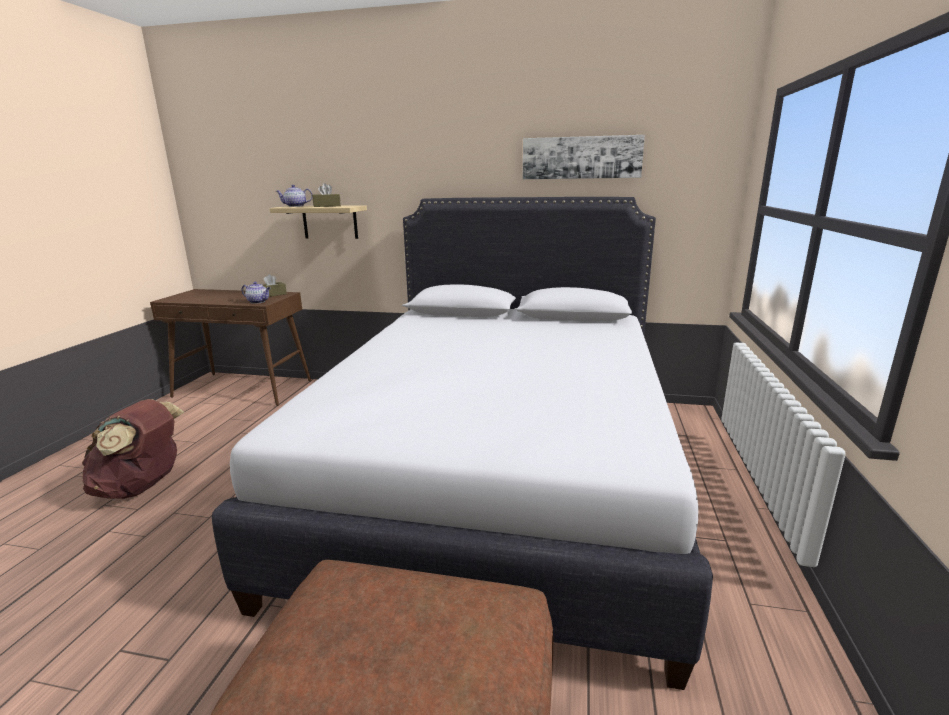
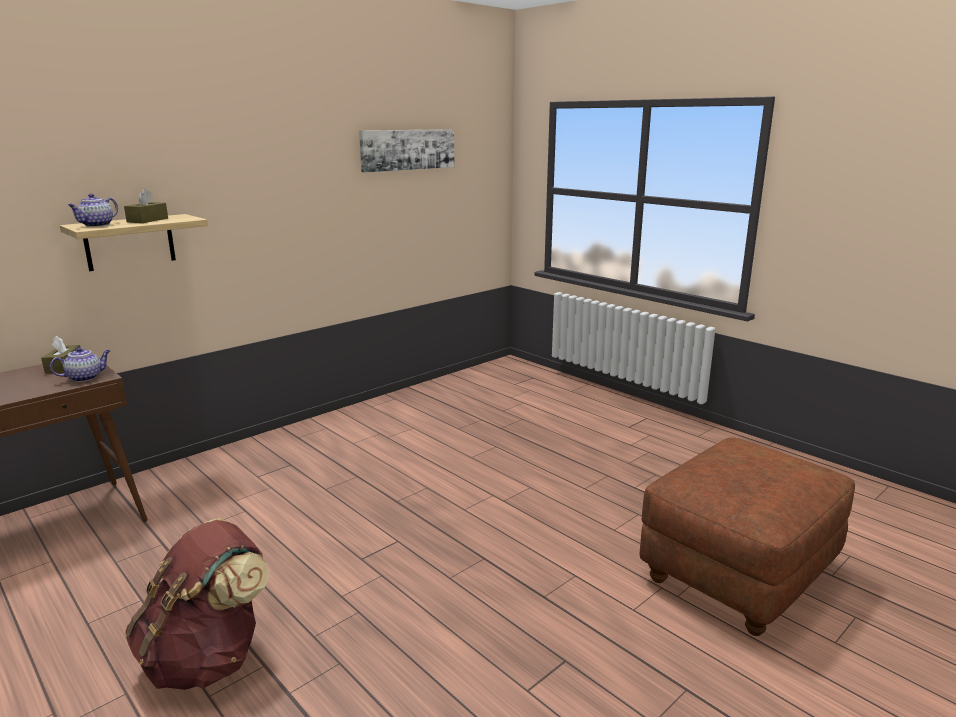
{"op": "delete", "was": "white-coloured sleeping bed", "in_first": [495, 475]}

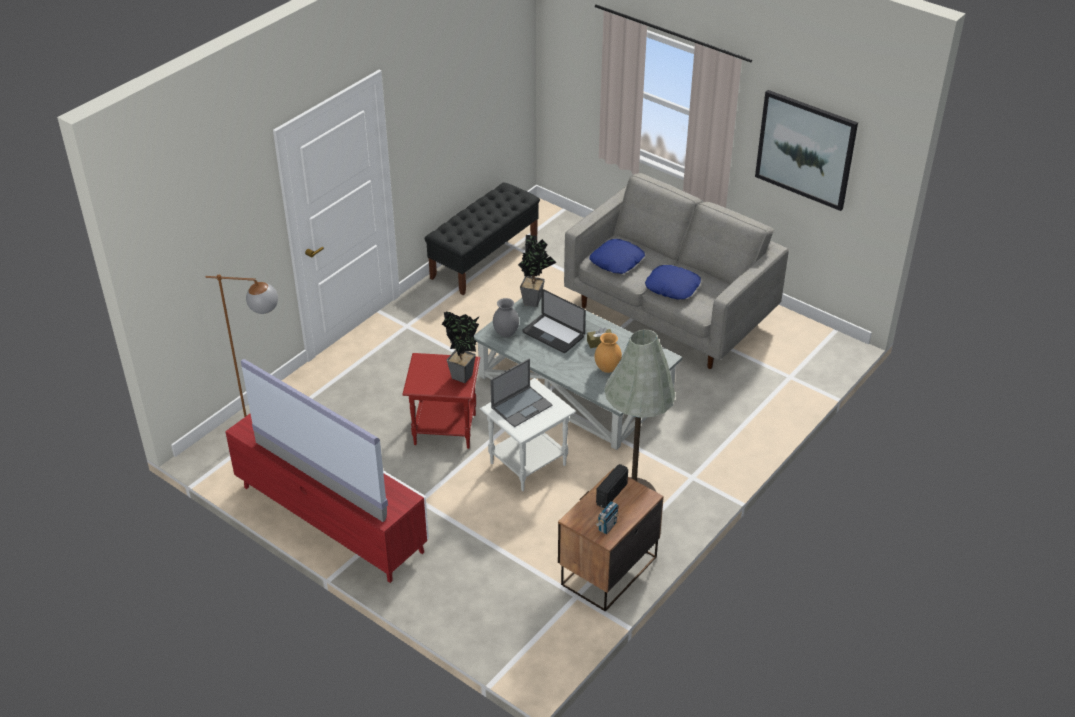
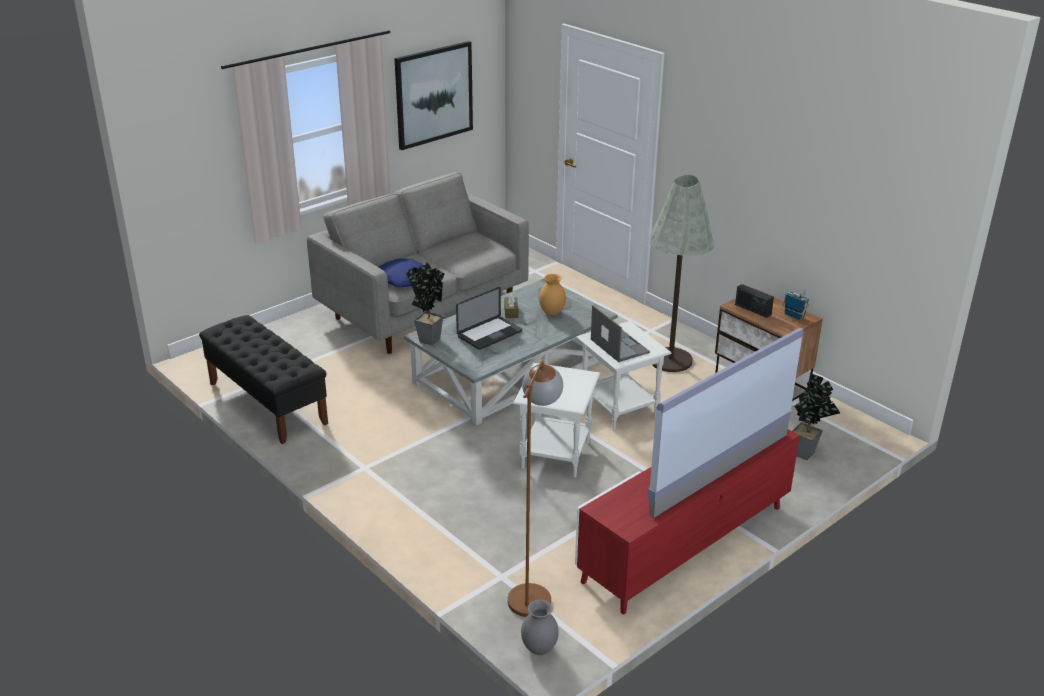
{"op": "delete", "was": "blue-coloured cushion", "in_first": [672, 287]}
{"op": "move", "was": "gray decorative vase", "in_first": [505, 333], "in_second": [538, 649]}
{"op": "move", "was": "potted plant", "in_first": [463, 378], "in_second": [806, 452]}
{"op": "recolor", "was": "red-coloured side table", "now": "white-coloured side table", "in_first": [444, 429], "in_second": [555, 455]}

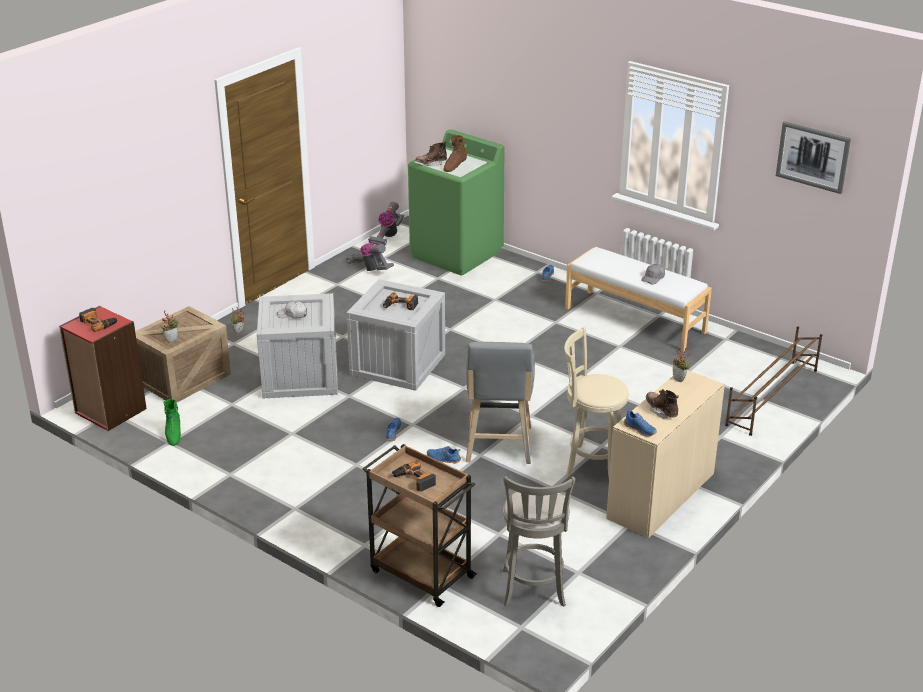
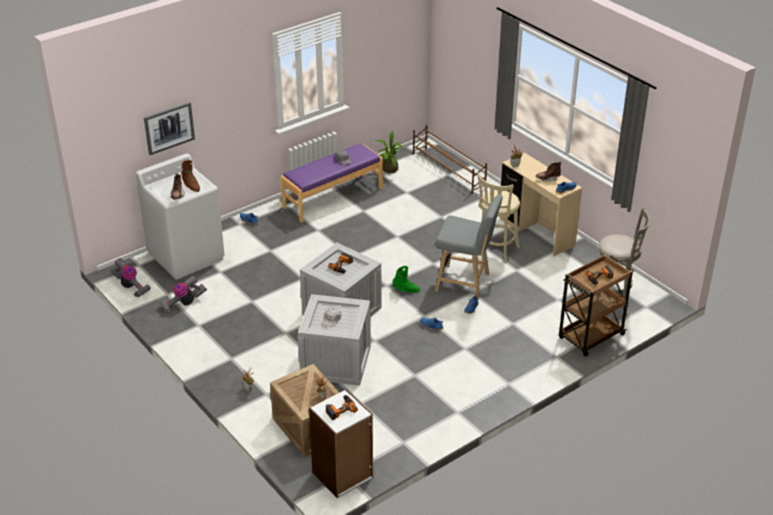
{"op": "move", "was": "picture", "in_first": [813, 157], "in_second": [169, 128]}
{"op": "recolor", "was": "greenish laundry machine", "now": "white-coloured laundry machine", "in_first": [457, 254], "in_second": [186, 256]}
{"op": "recolor", "was": "white-coloured long seat", "now": "purple long seat", "in_first": [635, 320], "in_second": [332, 197]}
{"op": "recolor", "was": "red-coloured bookcase", "now": "white-coloured bookcase", "in_first": [110, 411], "in_second": [343, 475]}
{"op": "move", "was": "greenish high-top boot", "in_first": [173, 435], "in_second": [406, 290]}
{"op": "insert", "now": "potted plant", "in_second": [389, 170]}

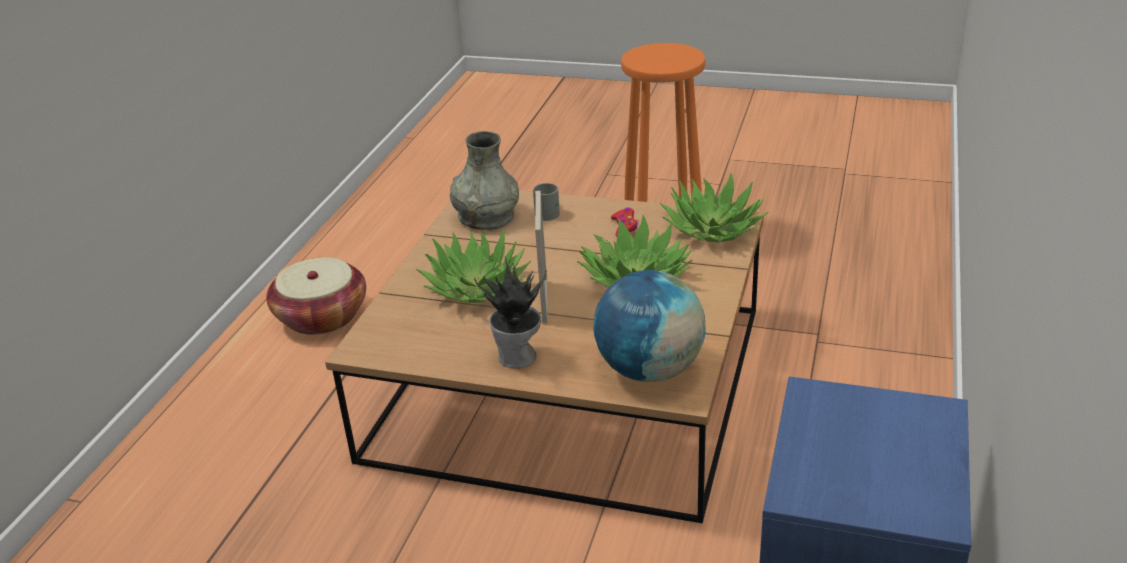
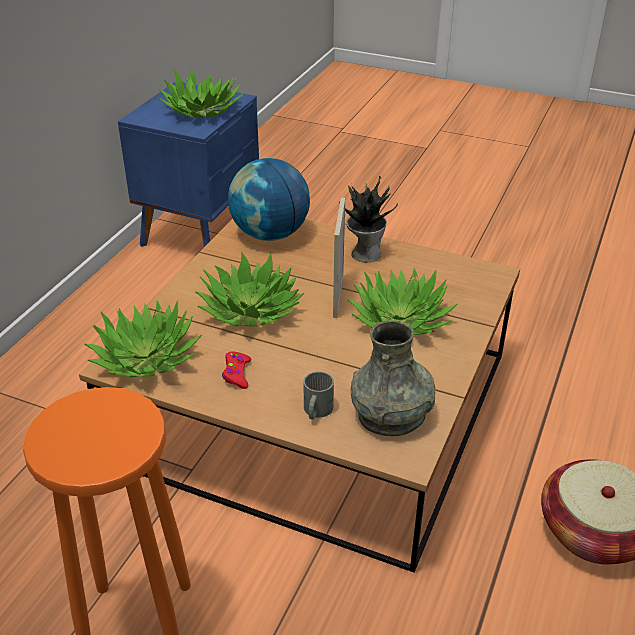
{"op": "insert", "now": "potted plant", "in_second": [202, 110]}

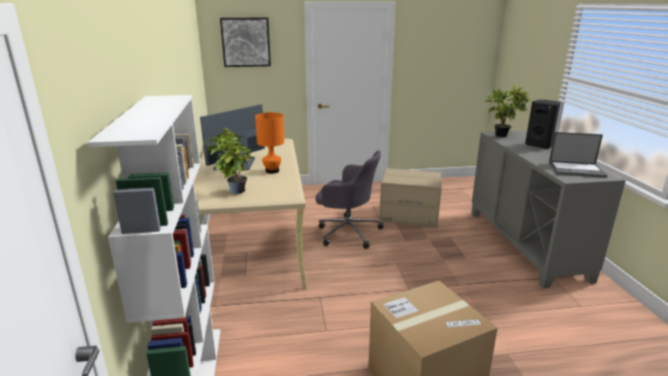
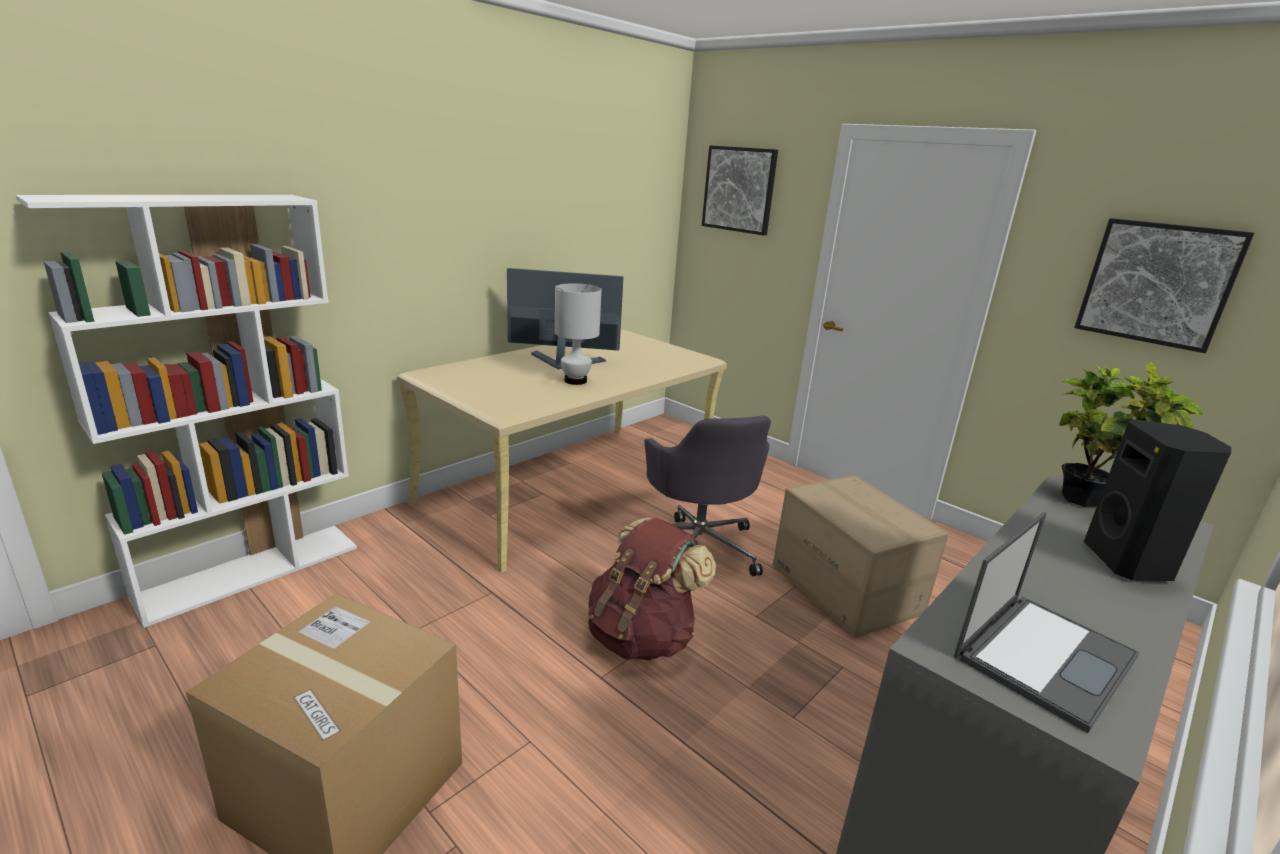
{"op": "recolor", "was": "orange-coloured table lamp", "now": "white-coloured table lamp", "in_first": [272, 171], "in_second": [575, 381]}
{"op": "delete", "was": "potted plant", "in_first": [233, 191]}
{"op": "rotate", "was": "notebook computer", "in_first": [577, 169], "in_second": [1045, 655], "clockwise": -105}
{"op": "insert", "now": "picture", "in_second": [1157, 283]}
{"op": "insert", "now": "brown knapsack", "in_second": [642, 637]}

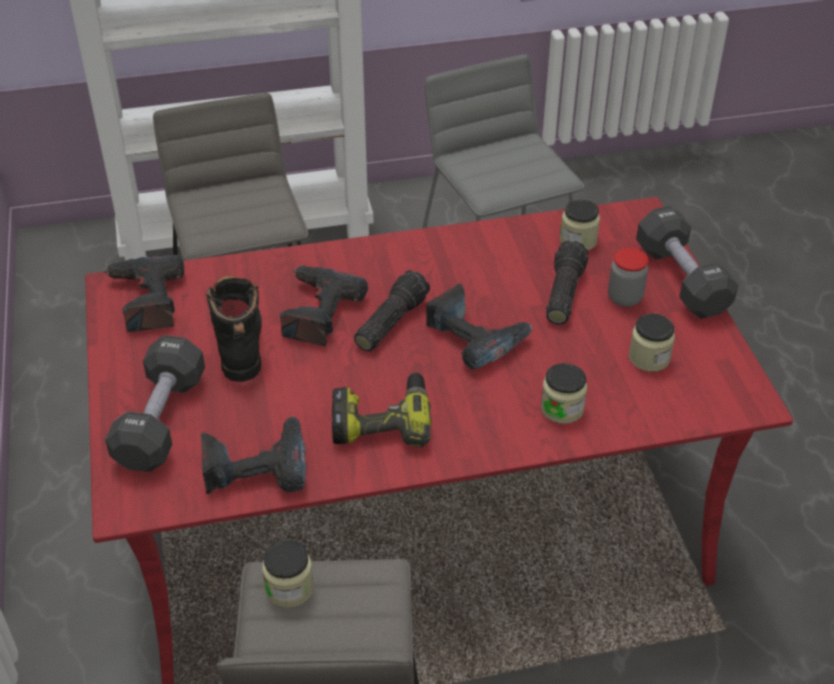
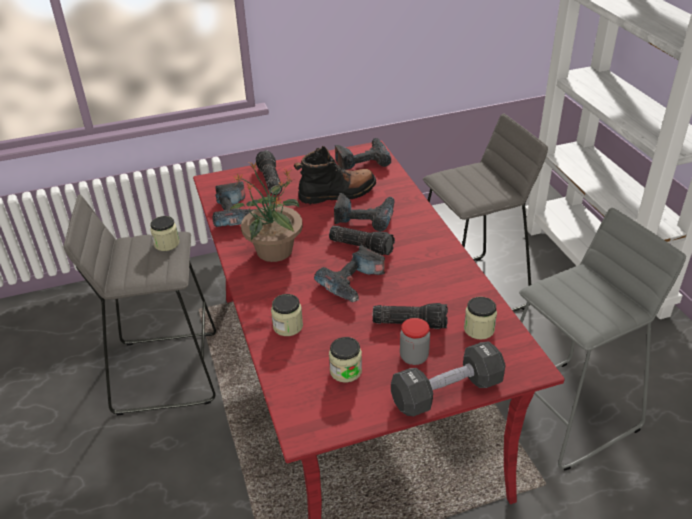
{"op": "replace", "was": "black dumbbell", "now": "flashlight", "in_first": [161, 420], "in_second": [269, 180]}
{"op": "replace", "was": "power drill", "now": "potted plant", "in_first": [382, 419], "in_second": [273, 251]}

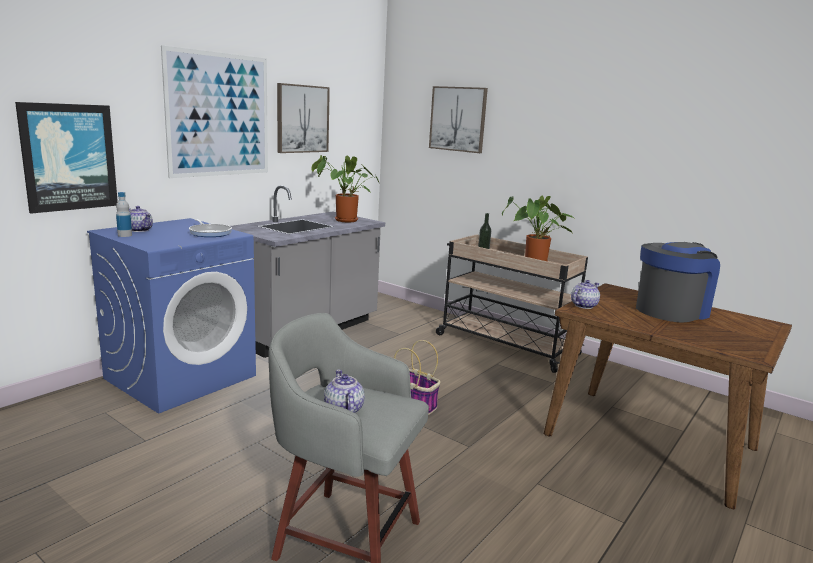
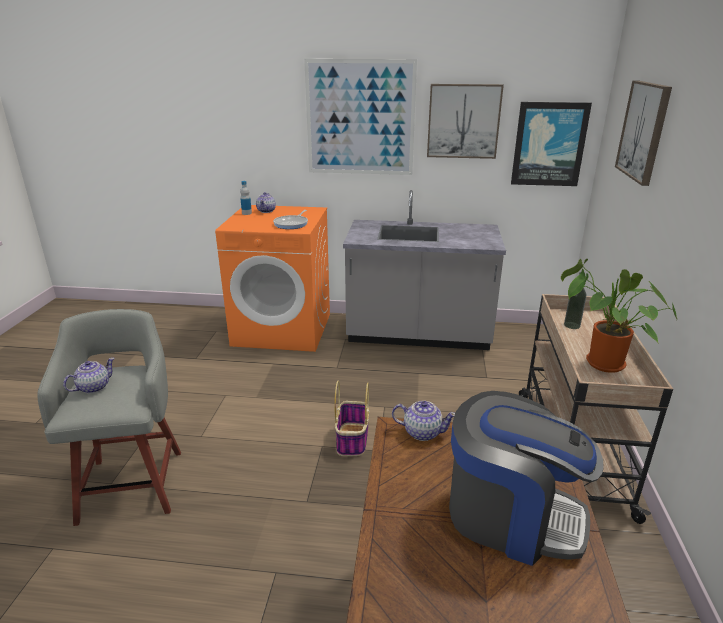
{"op": "move", "was": "picture", "in_first": [69, 157], "in_second": [549, 144]}
{"op": "delete", "was": "potted plant", "in_first": [343, 220]}
{"op": "recolor", "was": "blue-coloured laundry machine", "now": "orange-coloured laundry machine", "in_first": [181, 377], "in_second": [283, 329]}

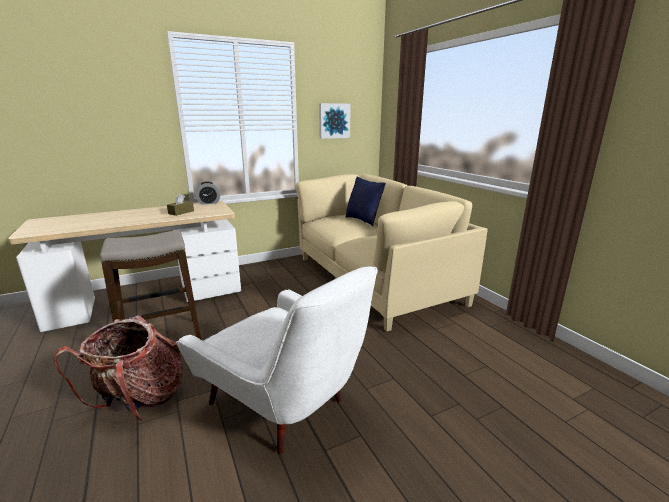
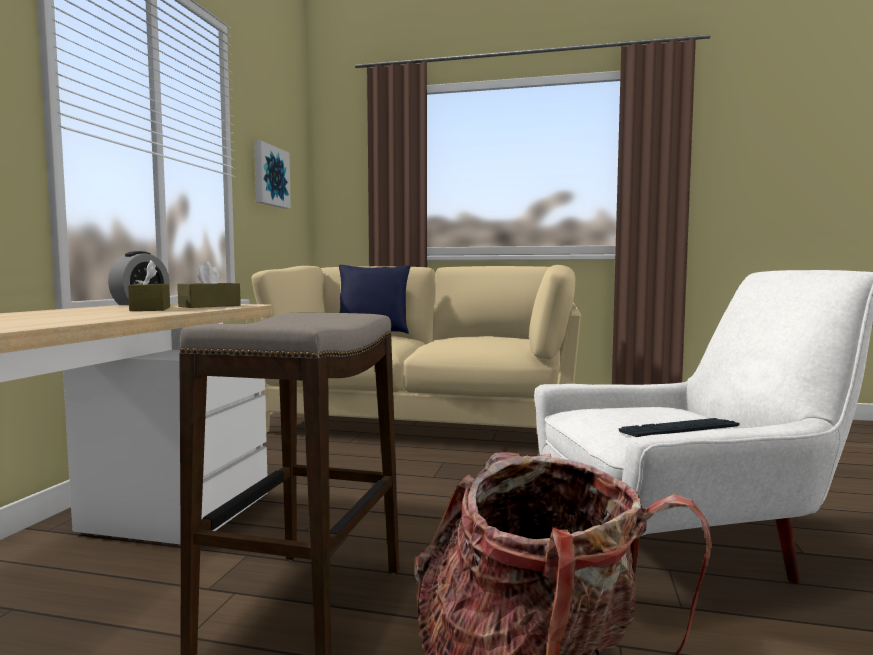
{"op": "insert", "now": "brown box of tissues", "in_second": [209, 306]}
{"op": "insert", "now": "PC keyboard", "in_second": [679, 430]}

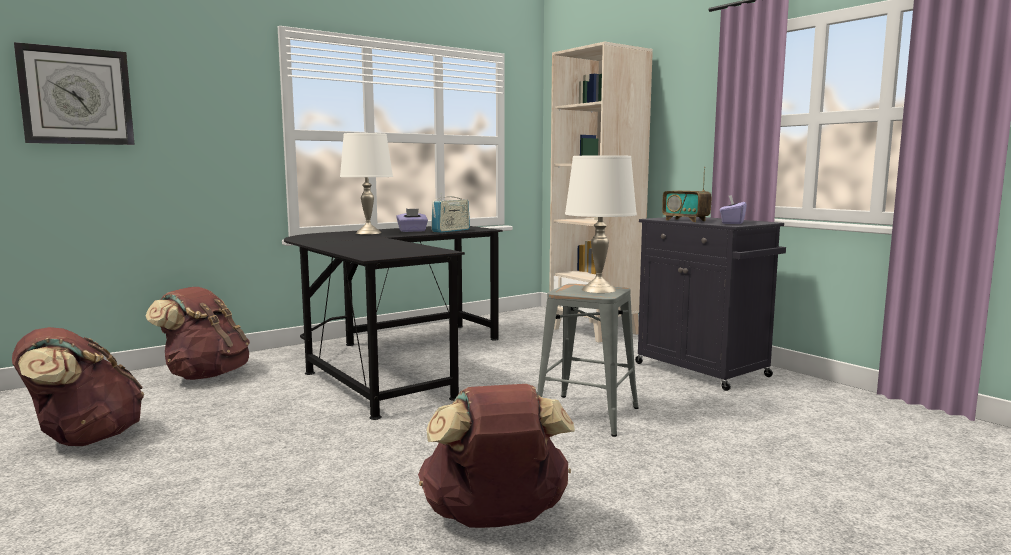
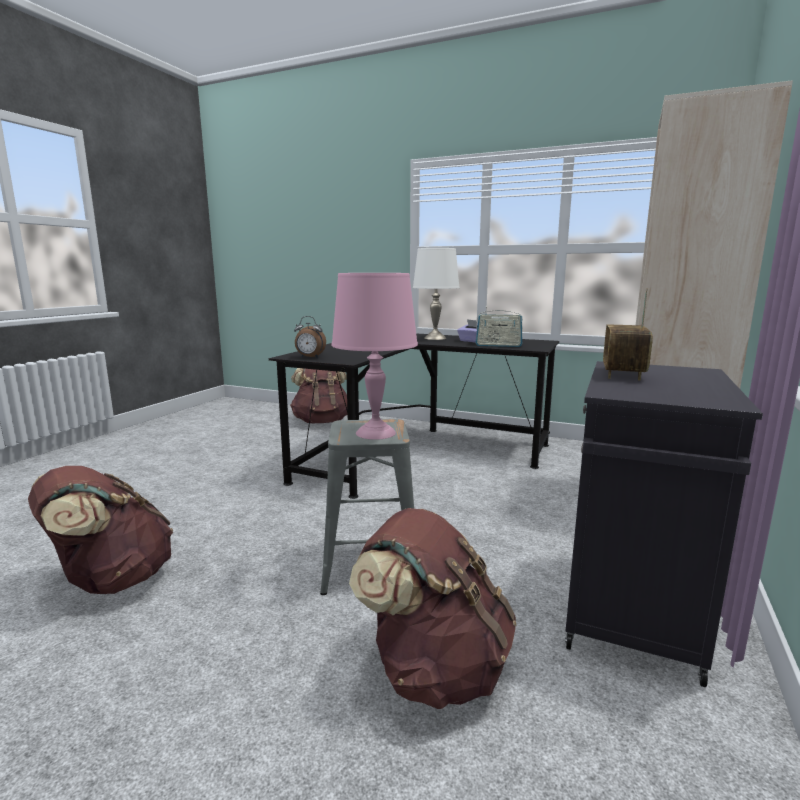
{"op": "delete", "was": "clock on the wall", "in_first": [76, 96]}
{"op": "recolor", "was": "white-coloured table lamp", "now": "pink table lamp", "in_first": [599, 290], "in_second": [375, 433]}
{"op": "delete", "was": "purple box of tissues", "in_first": [732, 223]}
{"op": "move", "was": "brown knapsack", "in_first": [84, 439], "in_second": [434, 668]}
{"op": "insert", "now": "bedside clock", "in_second": [309, 357]}

